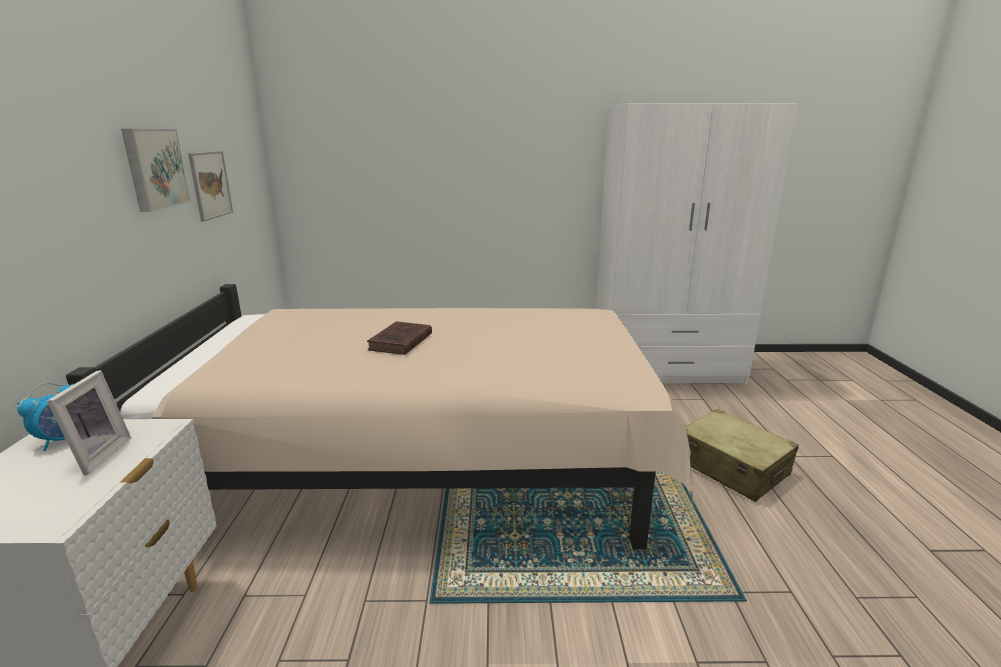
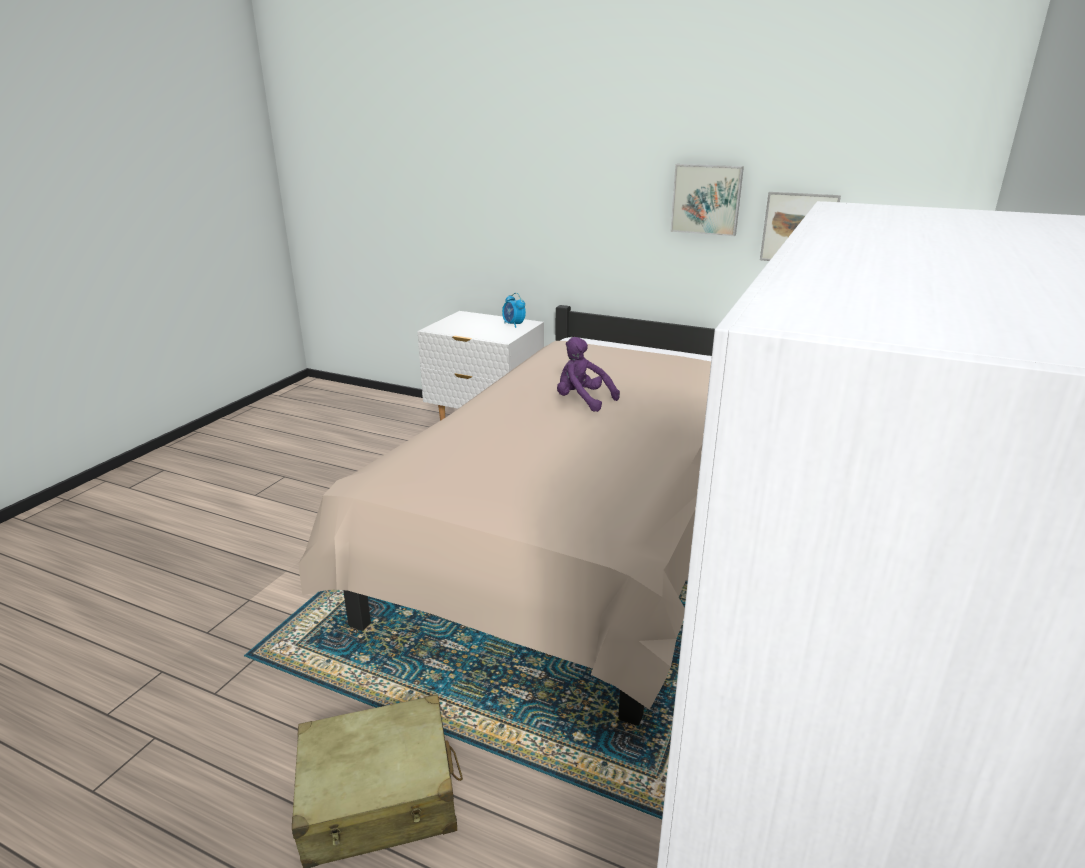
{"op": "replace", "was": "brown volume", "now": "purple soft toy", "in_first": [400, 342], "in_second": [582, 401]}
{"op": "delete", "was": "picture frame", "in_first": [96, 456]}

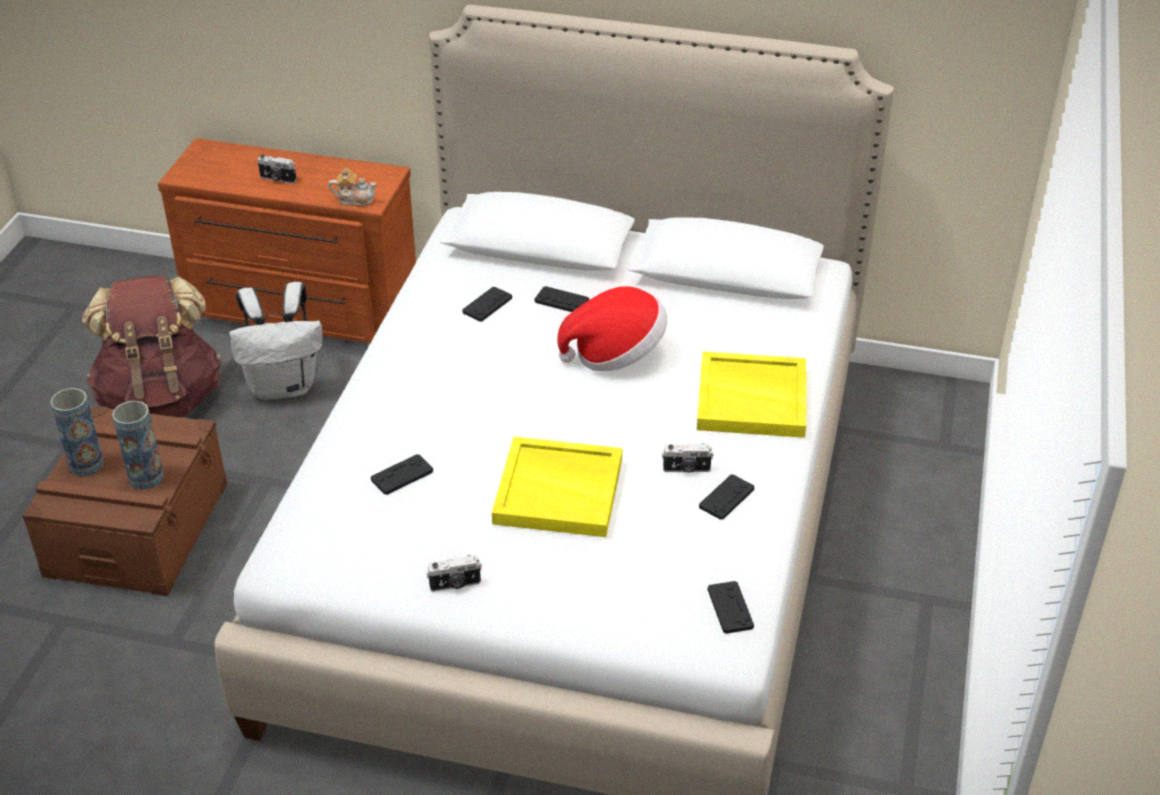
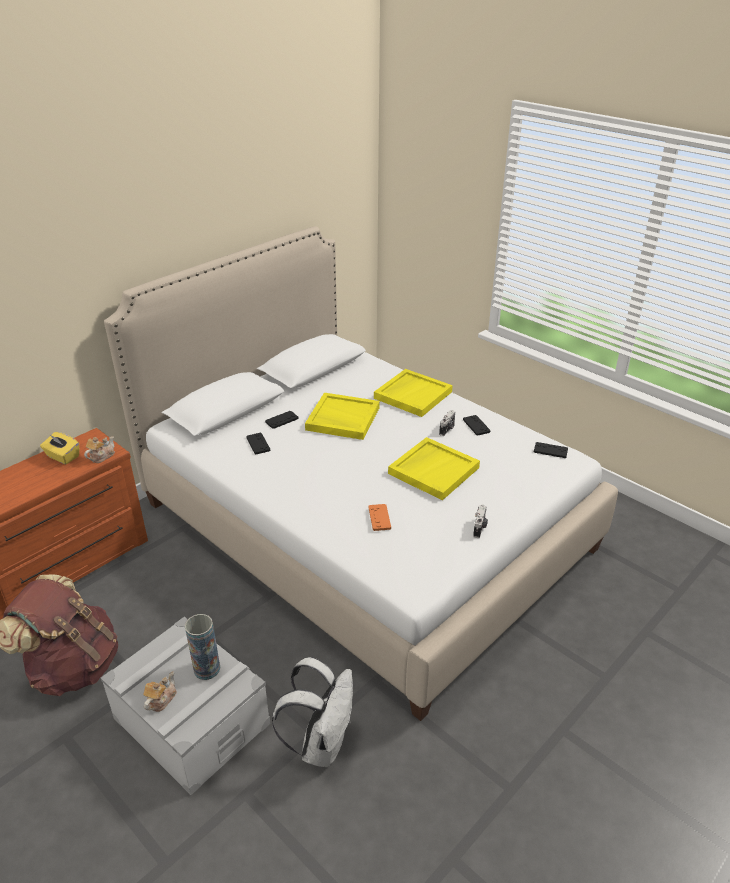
{"op": "delete", "was": "photo camera", "in_first": [277, 179]}
{"op": "move", "was": "white-coloured knapsack", "in_first": [284, 386], "in_second": [321, 743]}
{"op": "replace", "was": "clothing hat", "now": "yellowish carrying tray", "in_first": [615, 353], "in_second": [342, 419]}
{"op": "replace", "was": "decorative vase", "now": "teapot", "in_first": [86, 464], "in_second": [161, 699]}
{"op": "recolor", "was": "brown storage bin", "now": "gray storage bin", "in_first": [137, 528], "in_second": [191, 721]}
{"op": "recolor", "was": "black gamepad", "now": "orange-coloured gamepad", "in_first": [402, 475], "in_second": [379, 518]}
{"op": "insert", "now": "yellowish box of tissues", "in_second": [62, 457]}

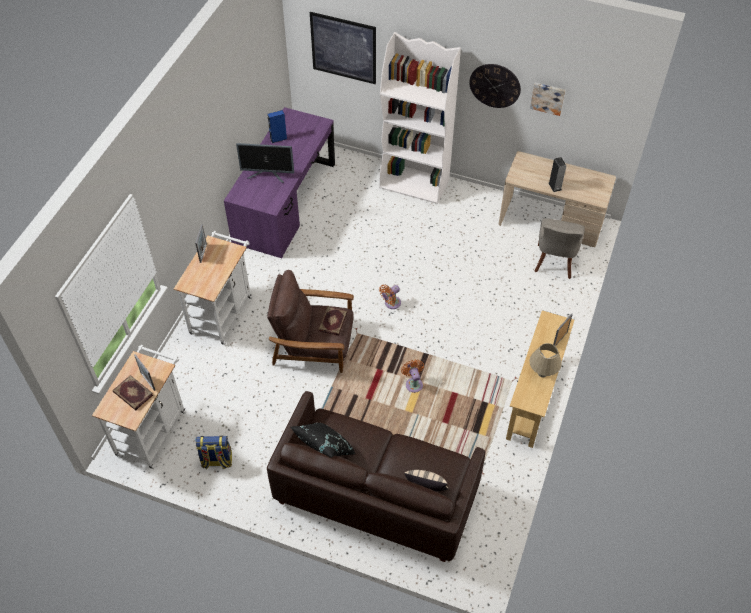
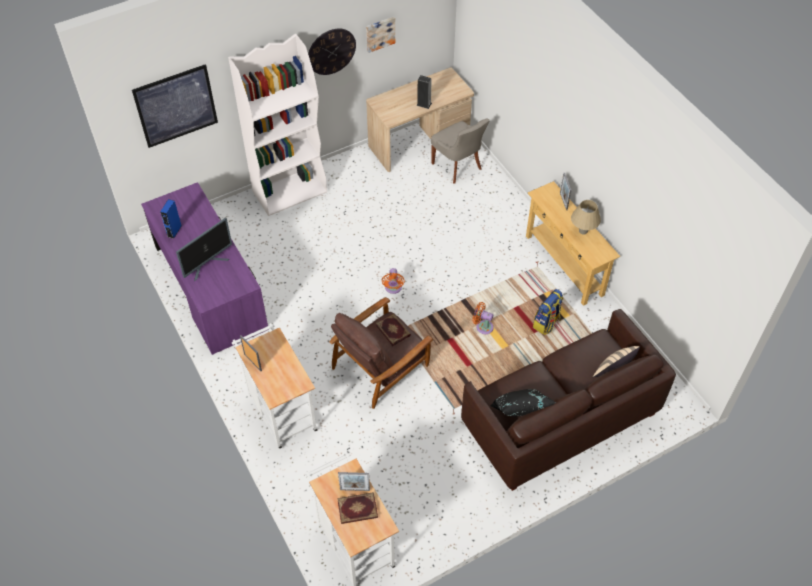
{"op": "move", "was": "knapsack", "in_first": [216, 461], "in_second": [546, 323]}

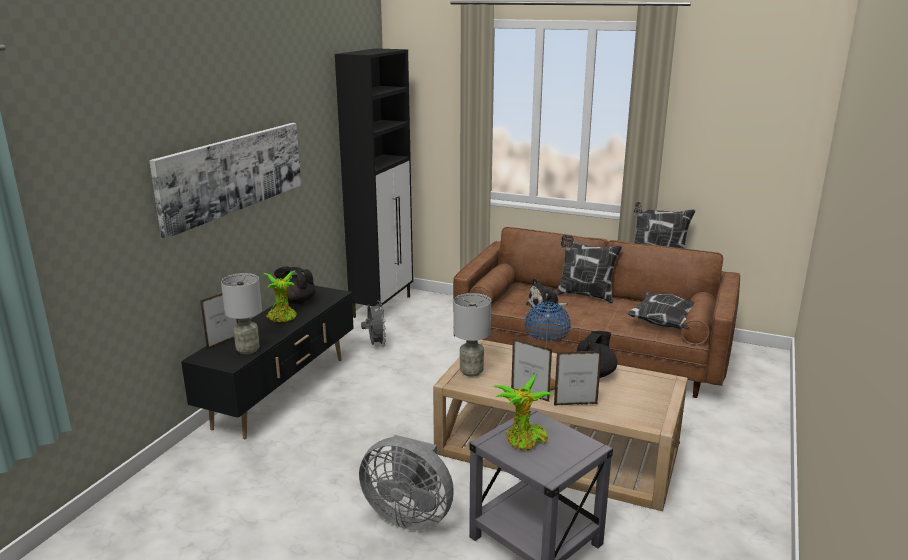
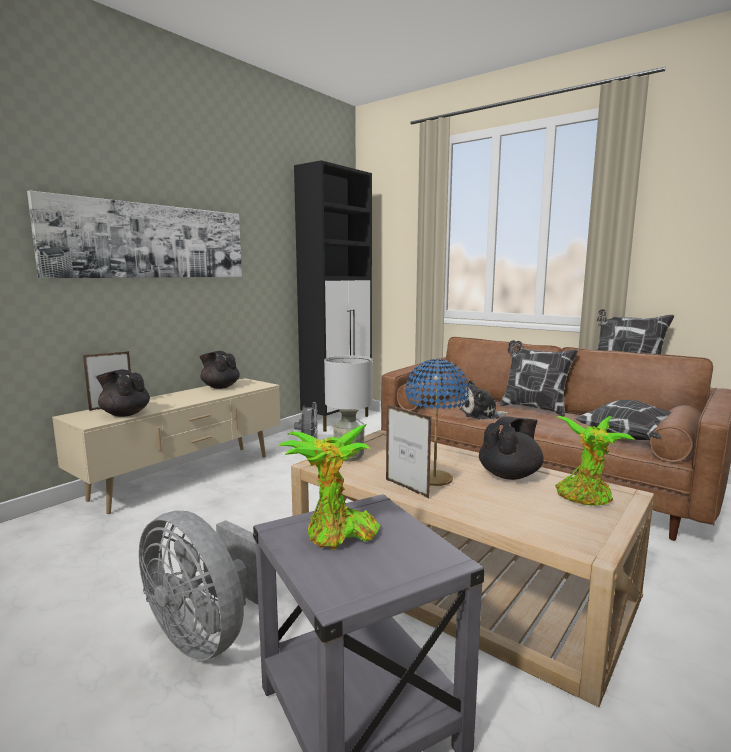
{"op": "move", "was": "potted plant", "in_first": [283, 318], "in_second": [585, 498]}
{"op": "replace", "was": "gray table lamp", "now": "black teapot", "in_first": [247, 350], "in_second": [125, 414]}
{"op": "recolor", "was": "black media console", "now": "beige media console", "in_first": [283, 392], "in_second": [186, 477]}
{"op": "delete", "was": "picture frame", "in_first": [575, 404]}

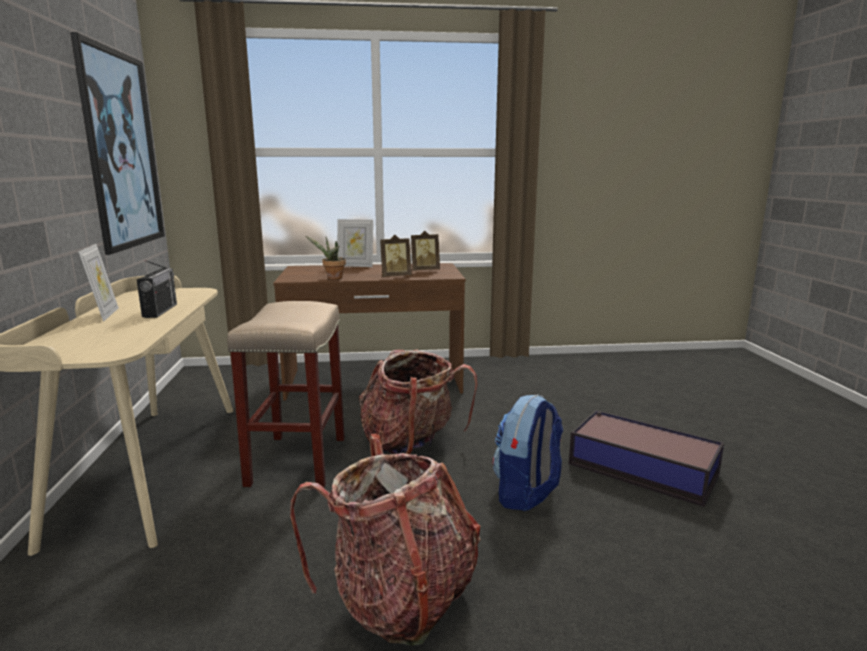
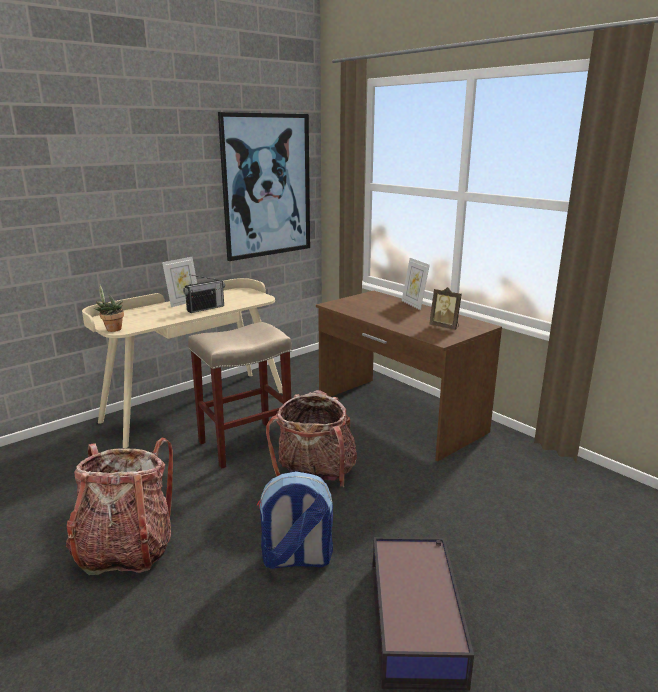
{"op": "delete", "was": "picture frame", "in_first": [395, 276]}
{"op": "move", "was": "potted plant", "in_first": [332, 278], "in_second": [112, 329]}

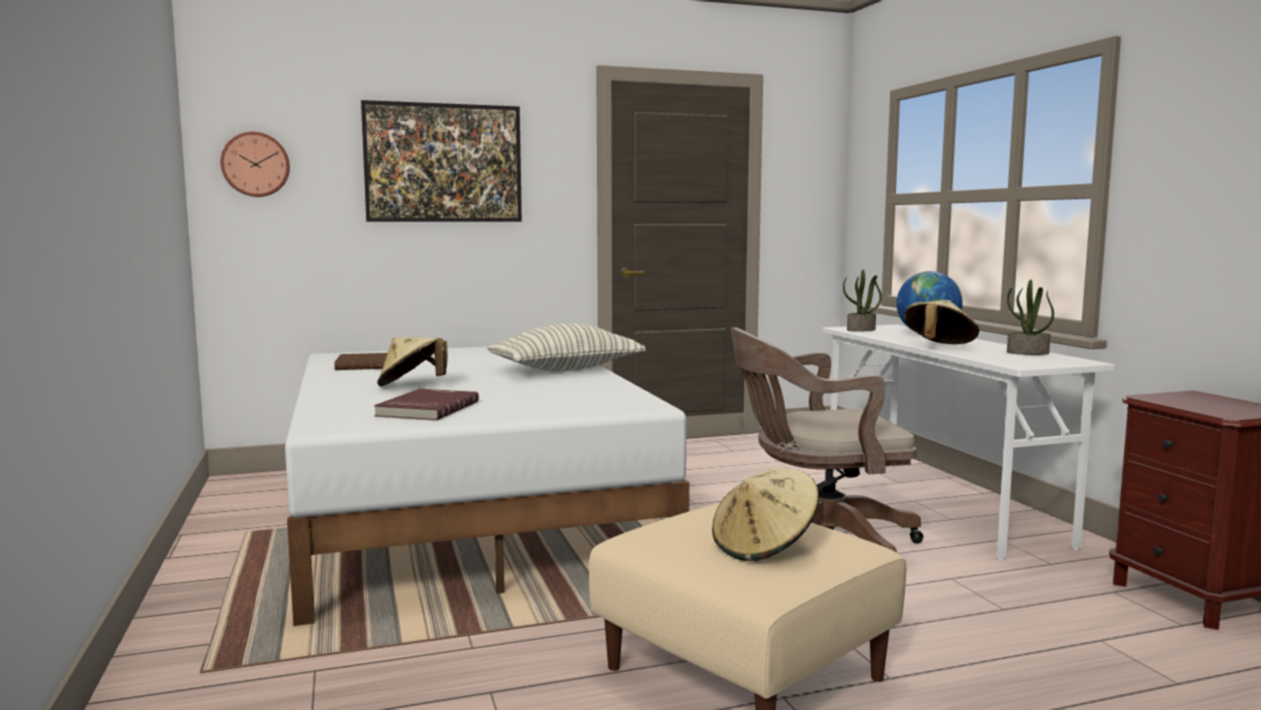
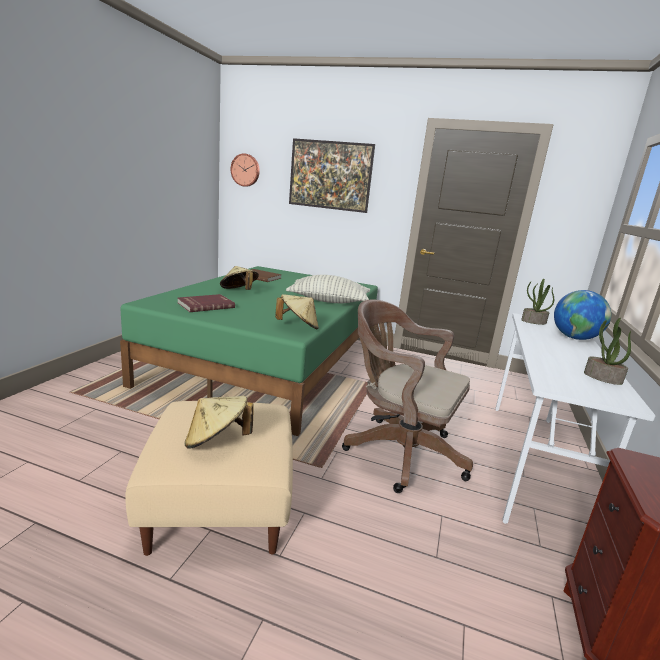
{"op": "move", "was": "beige clothing hat", "in_first": [938, 347], "in_second": [298, 326]}
{"op": "recolor", "was": "white-coloured sleeping bed", "now": "greenish sleeping bed", "in_first": [468, 513], "in_second": [270, 361]}

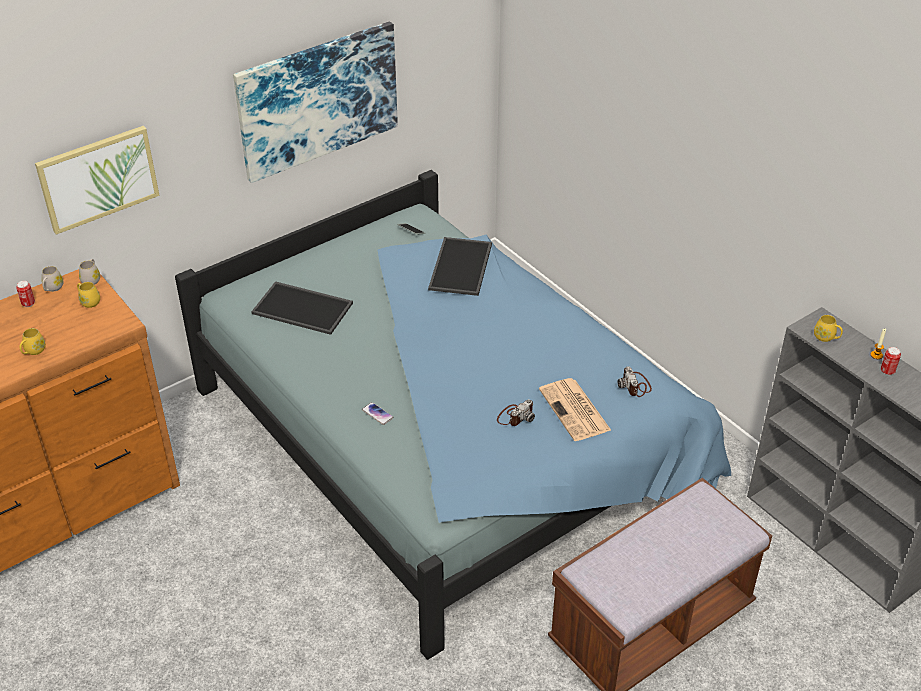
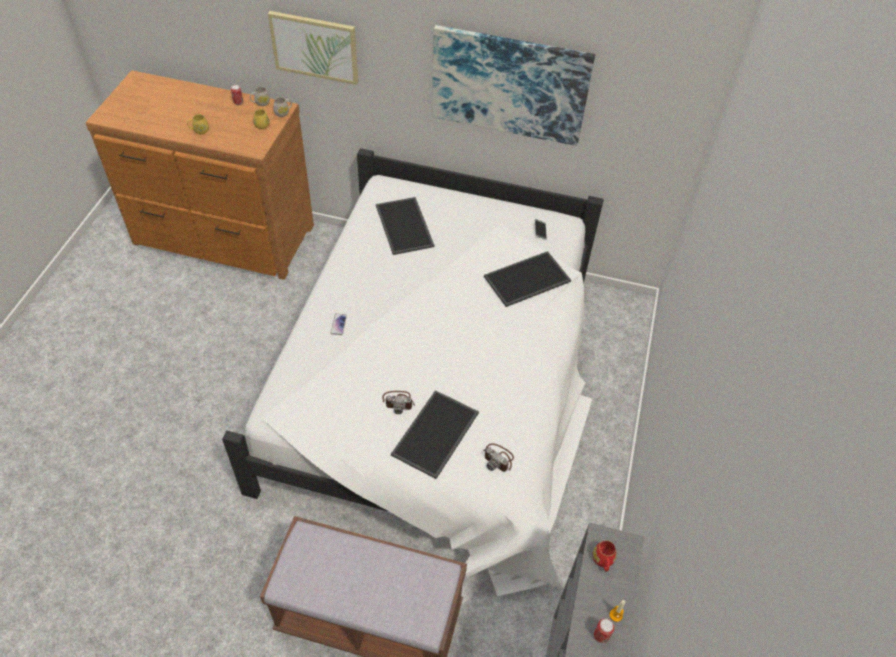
{"op": "recolor", "was": "blue-coloured sleeping bed", "now": "white-coloured sleeping bed", "in_first": [450, 441], "in_second": [439, 389]}
{"op": "recolor", "was": "yellowish tea mug", "now": "red-coloured tea mug", "in_first": [826, 337], "in_second": [603, 561]}
{"op": "rotate", "was": "photo camera", "in_first": [635, 386], "in_second": [498, 458], "clockwise": -90}
{"op": "replace", "was": "printed paper", "now": "carrying tray", "in_first": [575, 410], "in_second": [436, 435]}

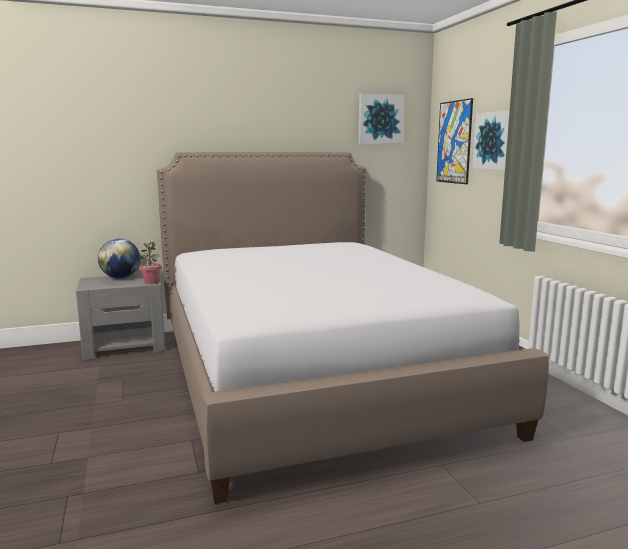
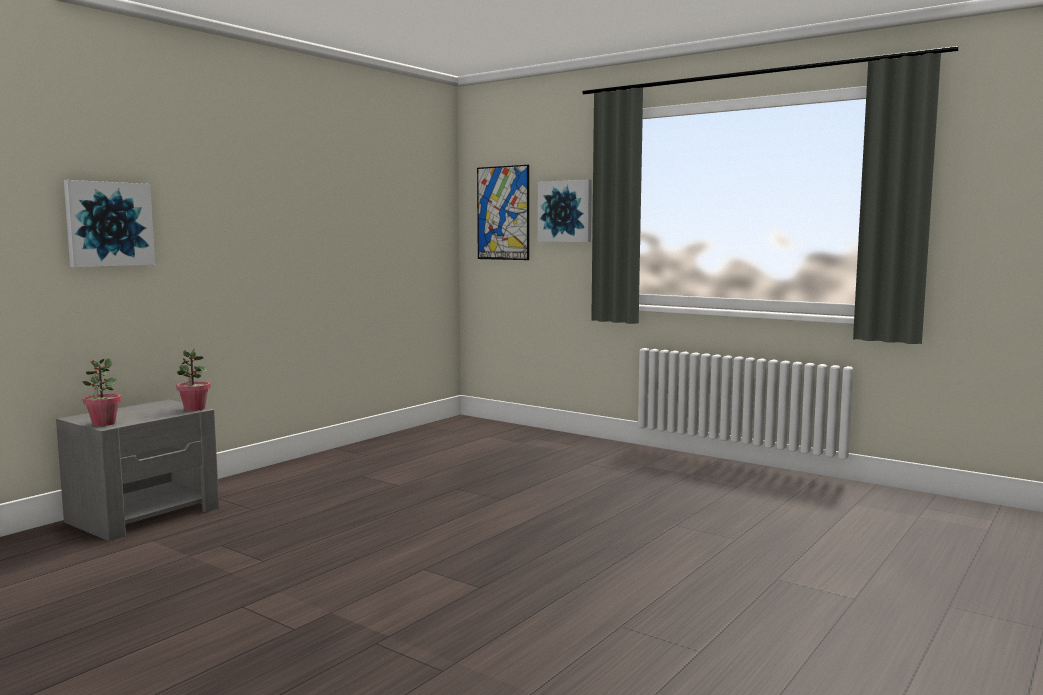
{"op": "move", "was": "picture", "in_first": [380, 119], "in_second": [109, 224]}
{"op": "delete", "was": "sleeping bed", "in_first": [312, 375]}
{"op": "delete", "was": "globe", "in_first": [121, 277]}
{"op": "insert", "now": "potted plant", "in_second": [103, 423]}

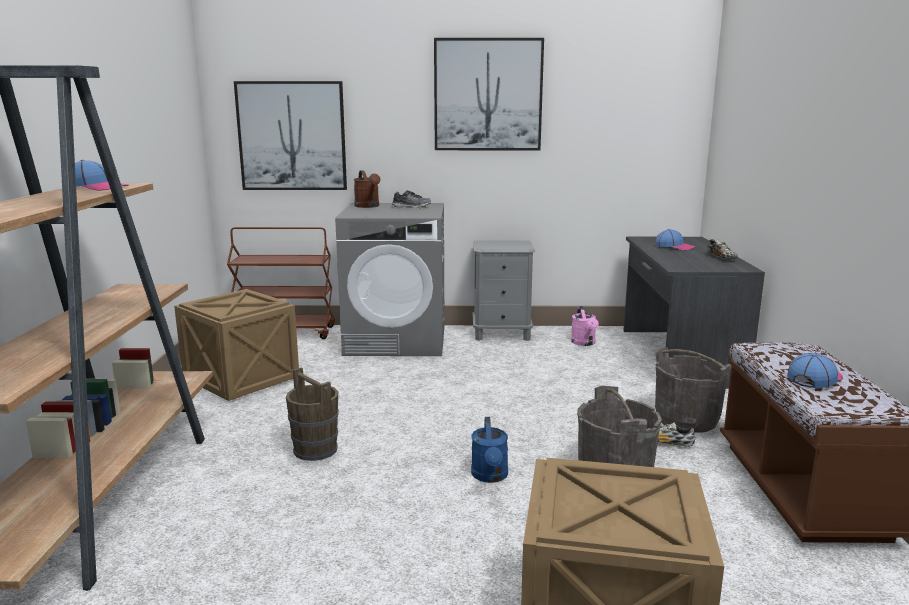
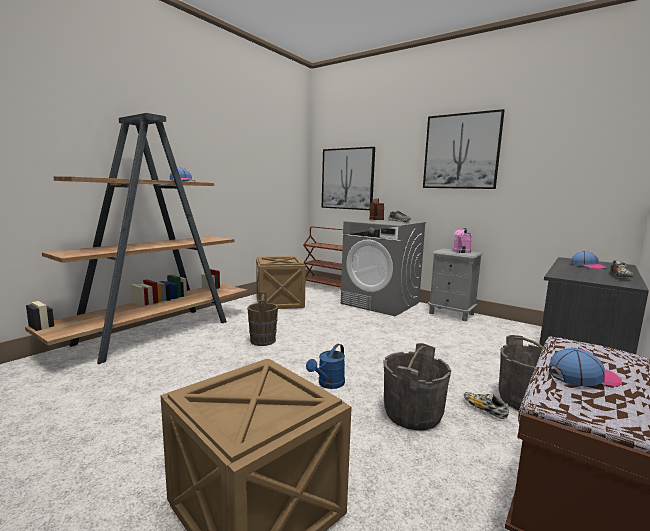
{"op": "move", "was": "pink sprinkling can", "in_first": [584, 343], "in_second": [461, 252]}

